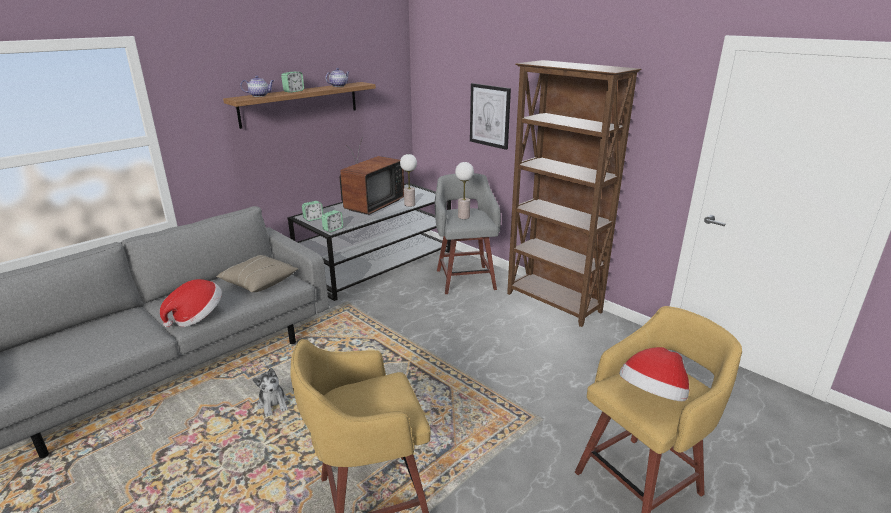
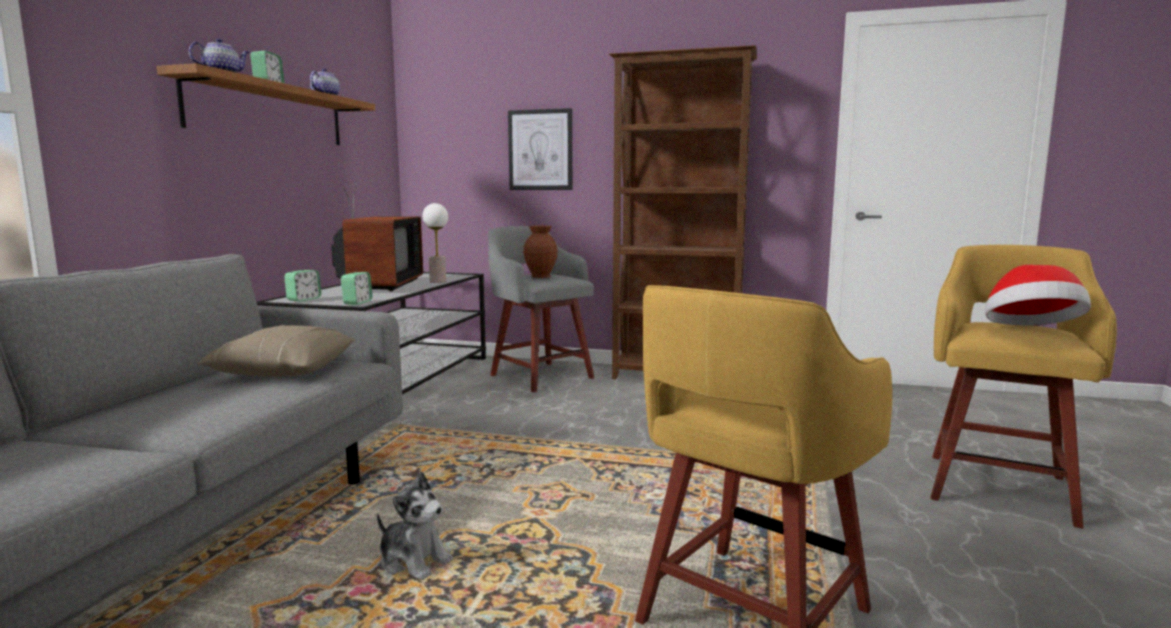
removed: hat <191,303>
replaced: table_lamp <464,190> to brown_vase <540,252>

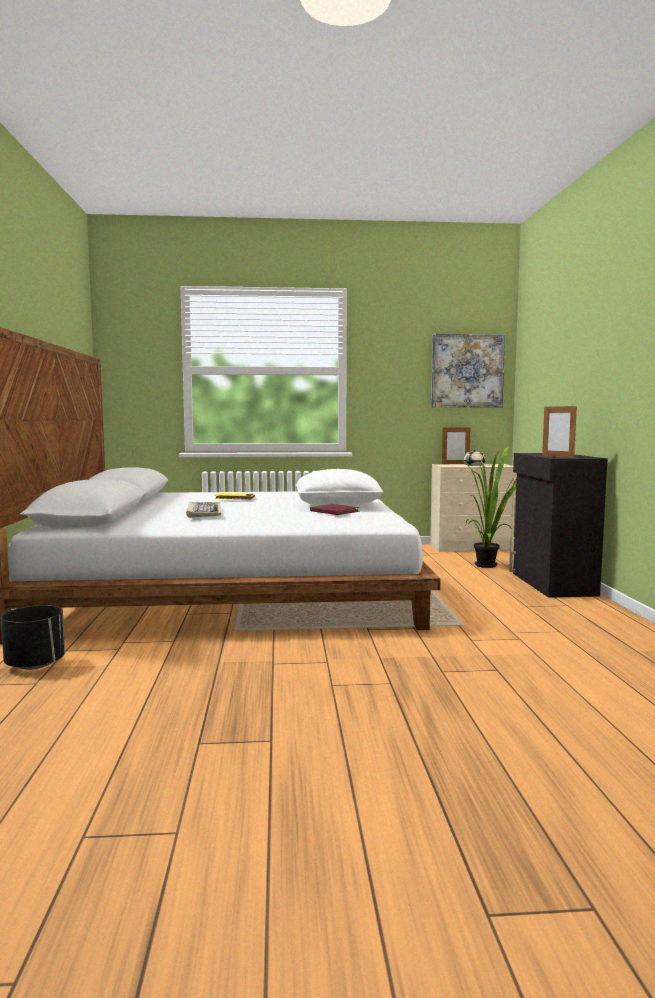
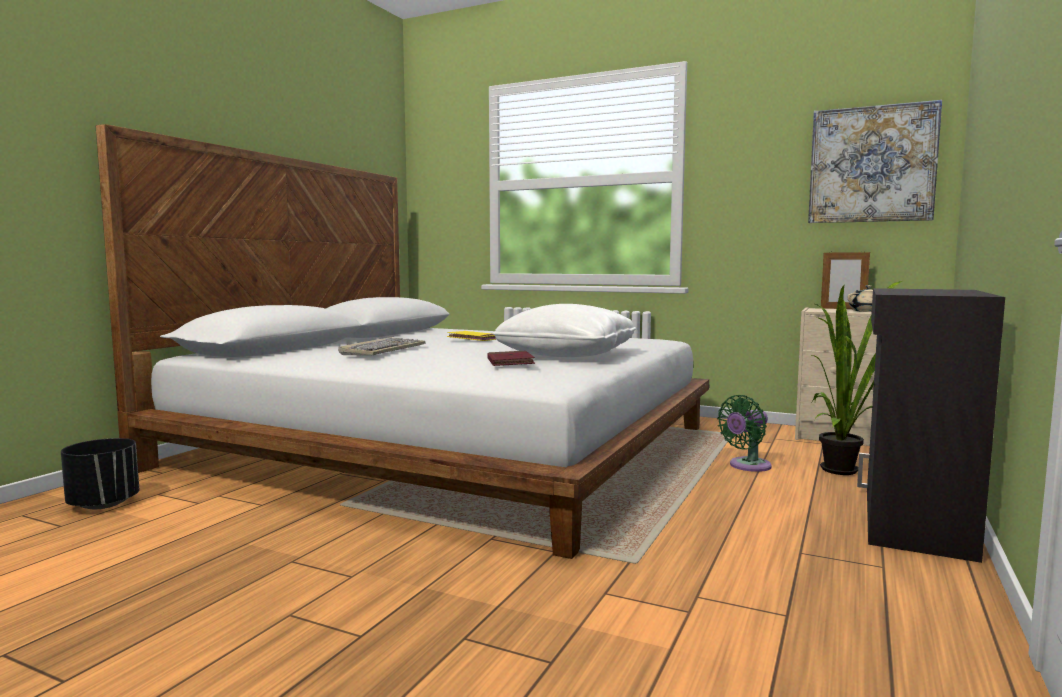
removed: picture_frame <559,432>
added: green_fan <744,433>

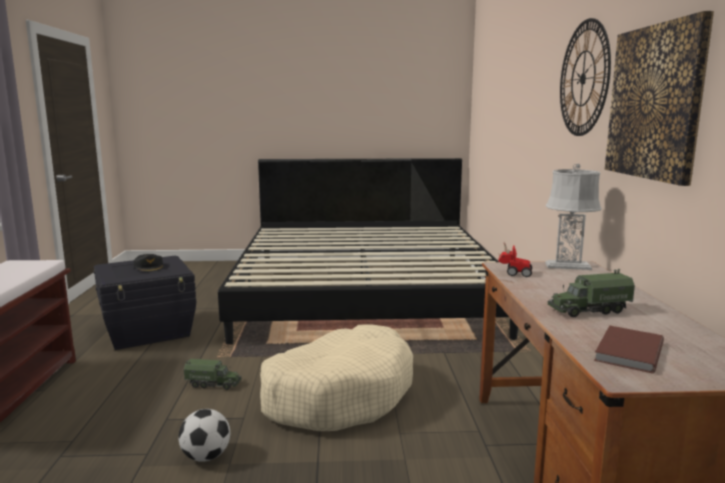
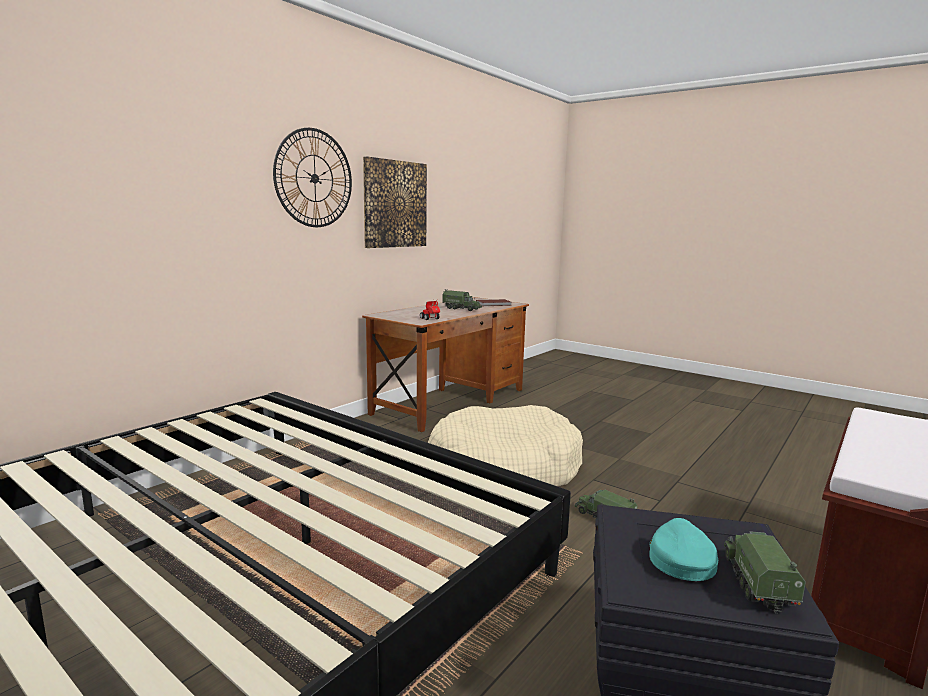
removed: football <204,435>; grey_table_lamp <573,217>
added: toy_truck <765,572>
recoloured: black_cap <149,263> to turquoise_cap <683,549>

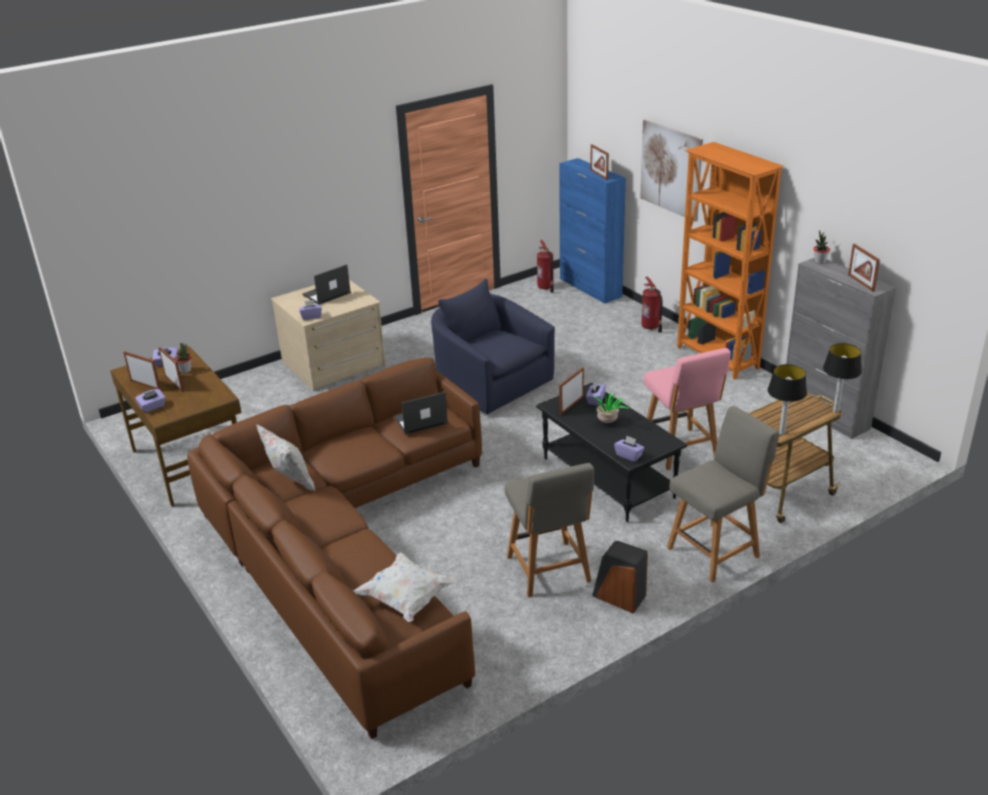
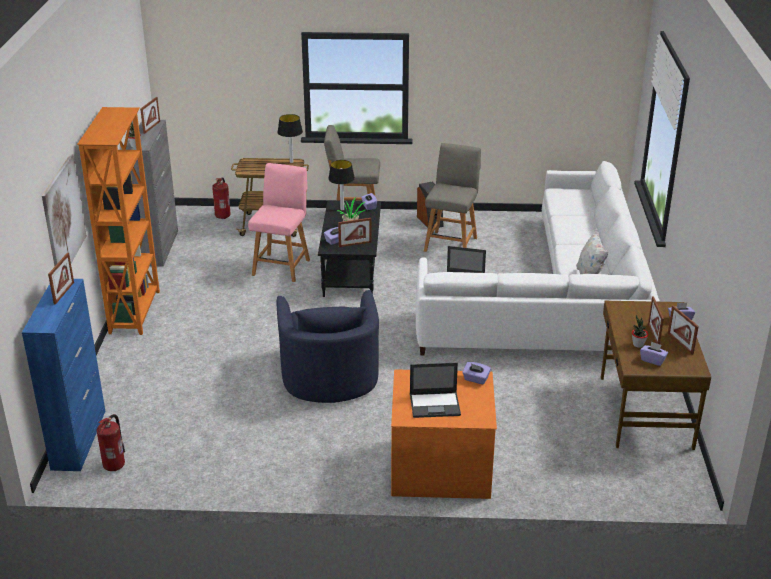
removed: white_pillow <404,587>
moved: fire_extinguisher <652,305> to <221,198>; table_lamp <842,378> to <341,185>
recoloured: brown_sofa <334,548> to white_sofa <538,258>; beige_dresser <328,335> to orange_dresser <444,434>

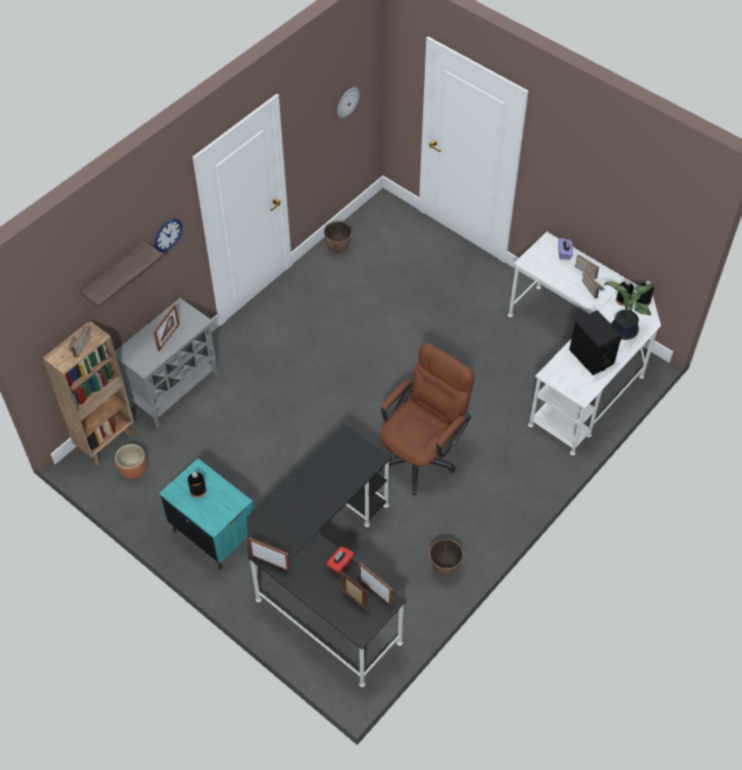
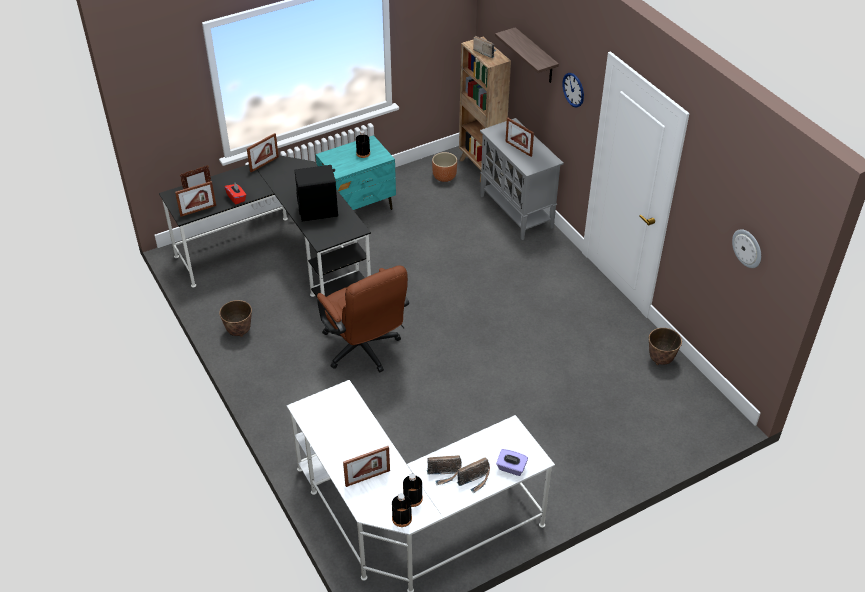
moved: black_speaker <595,342> to <316,193>
replaced: potted_plant <629,311> to picture_frame <366,466>

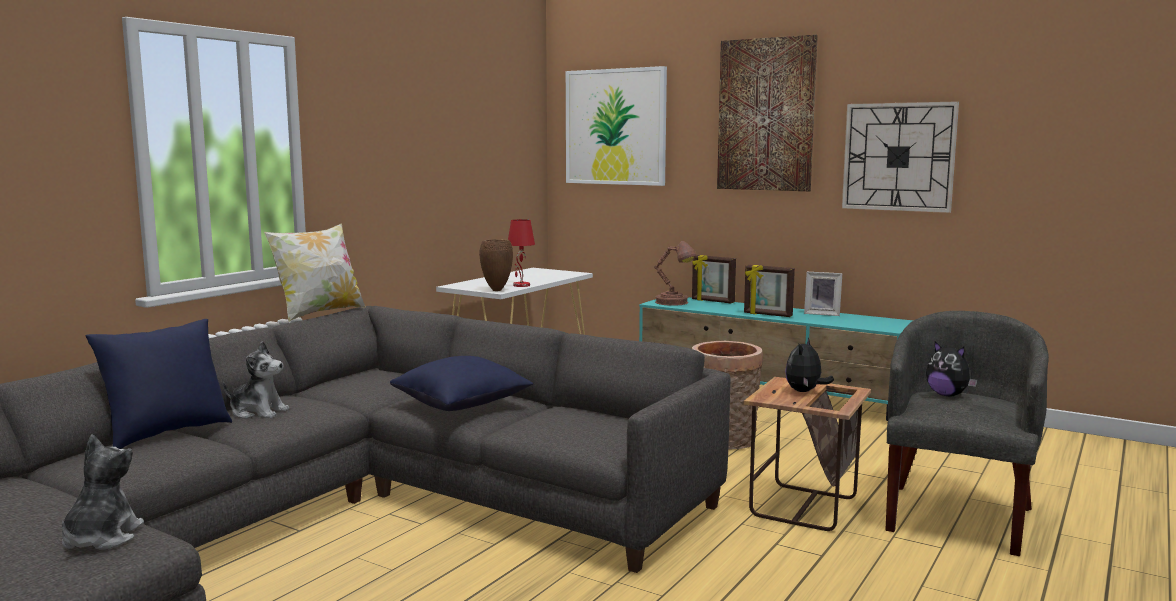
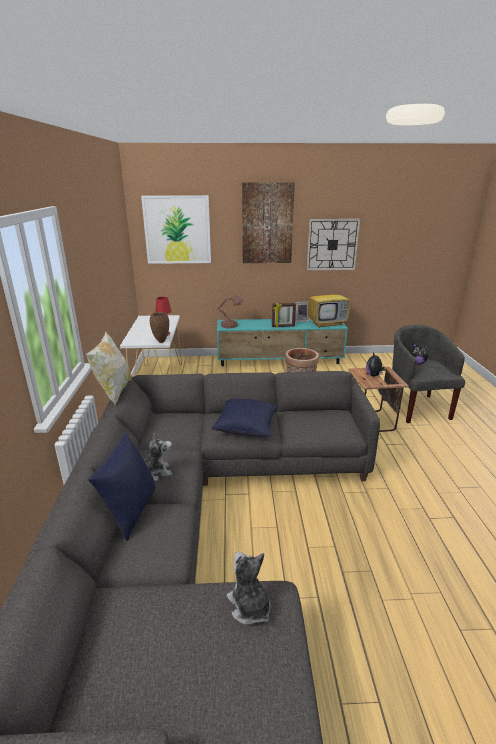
removed: picture_frame <714,279>
added: television <329,305>

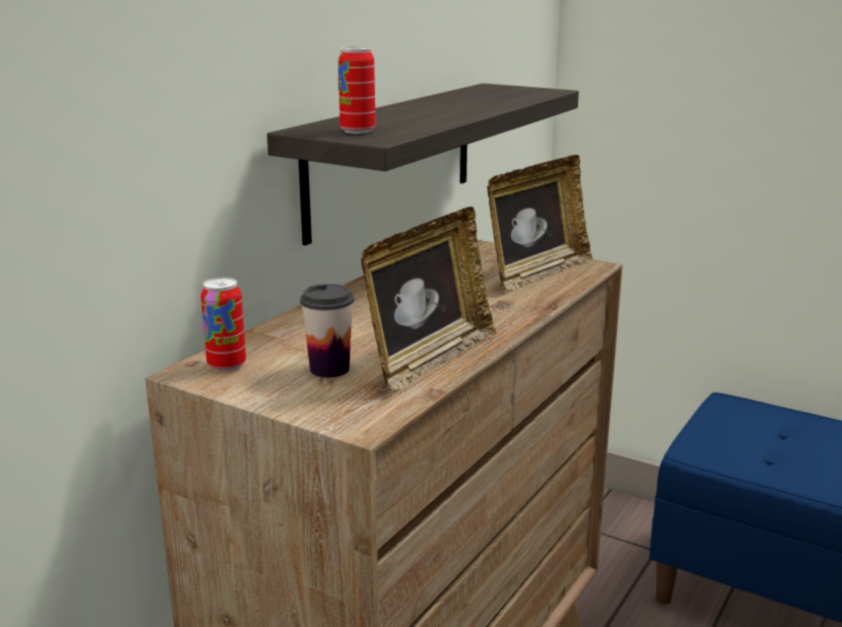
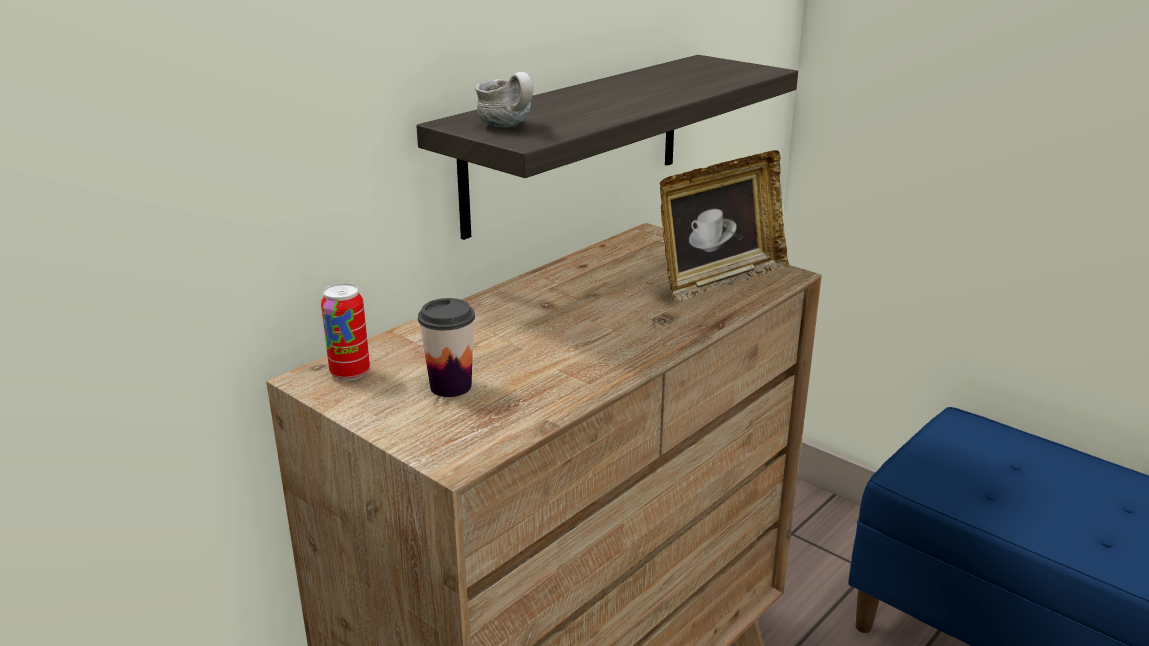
removed: picture_frame <428,299>
replaced: can <356,90> to mug <504,99>

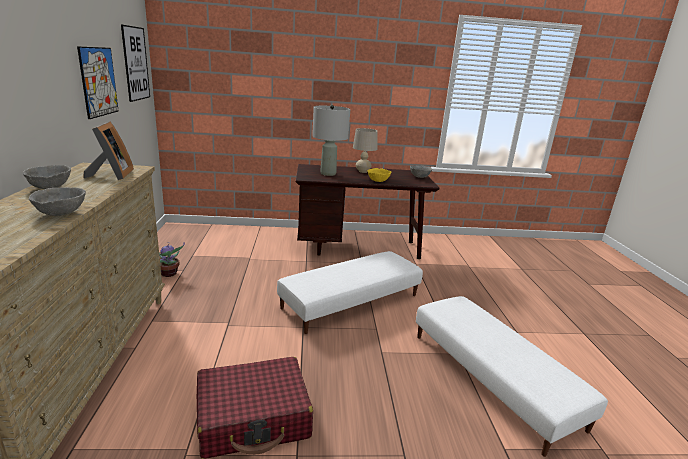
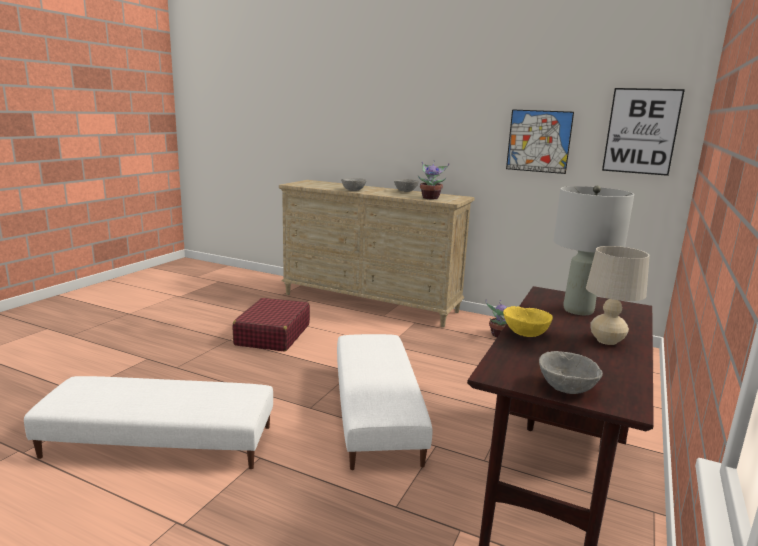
replaced: picture_frame <108,151> to potted_plant <433,180>

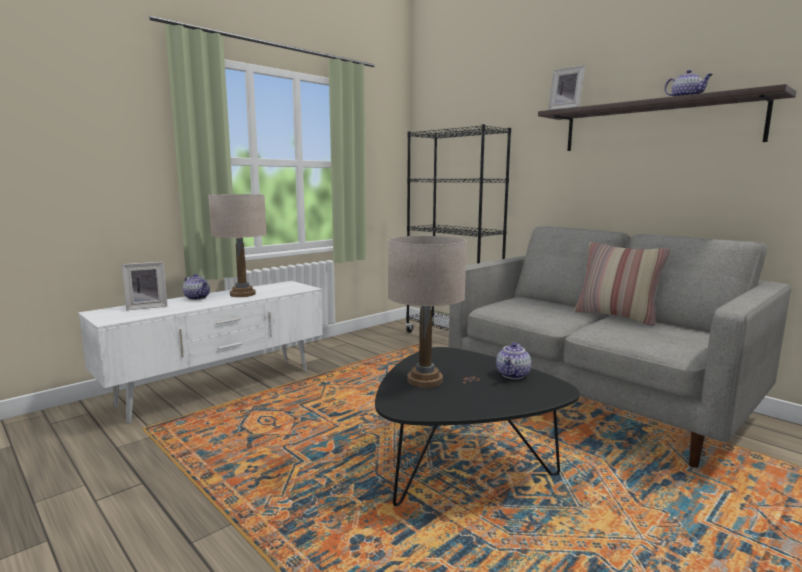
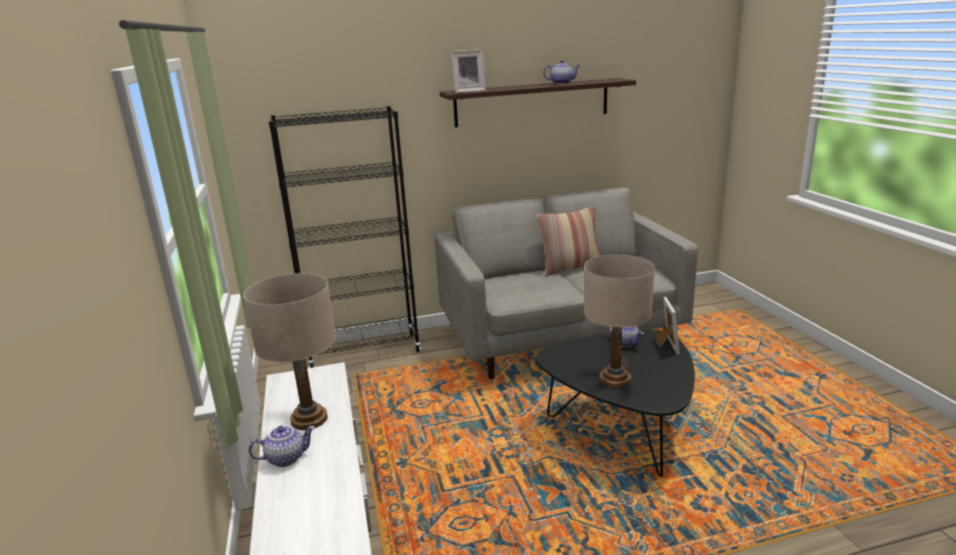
moved: picture_frame <145,286> to <668,326>

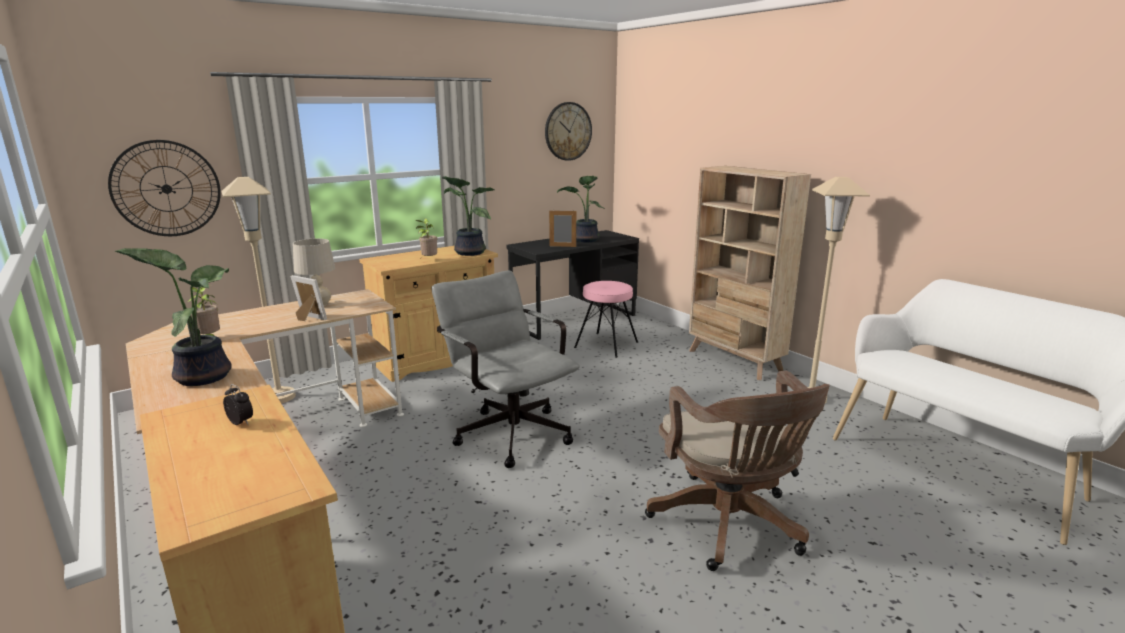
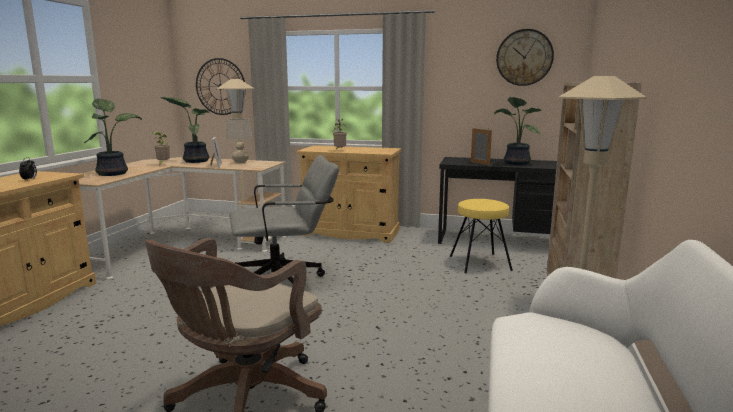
moved: potted_plant <468,216> to <185,130>
recoloured: pink_stool <606,319> to yellow_stool <481,236>
turned: grey_office_chair <506,369> = <284,219> 60 degrees clockwise

